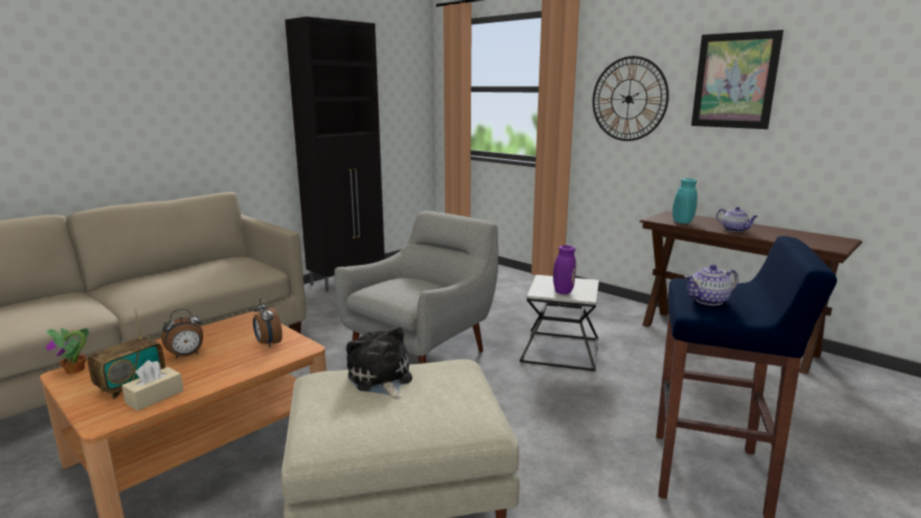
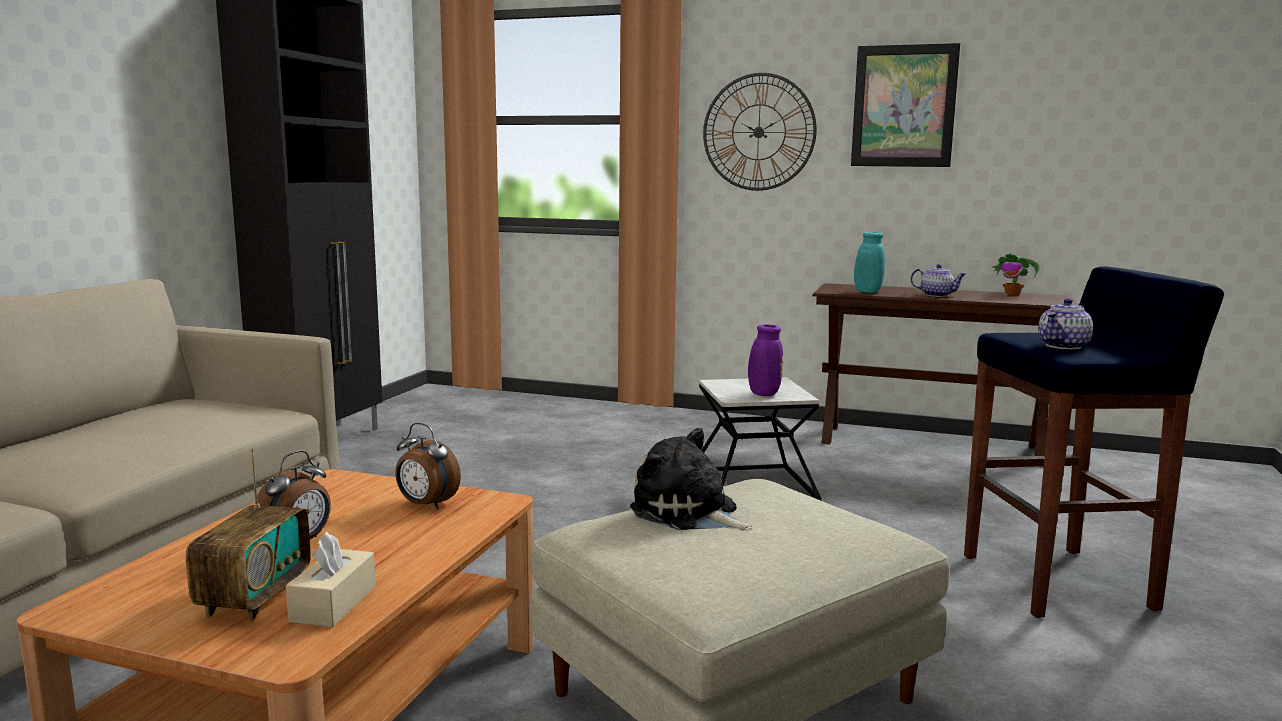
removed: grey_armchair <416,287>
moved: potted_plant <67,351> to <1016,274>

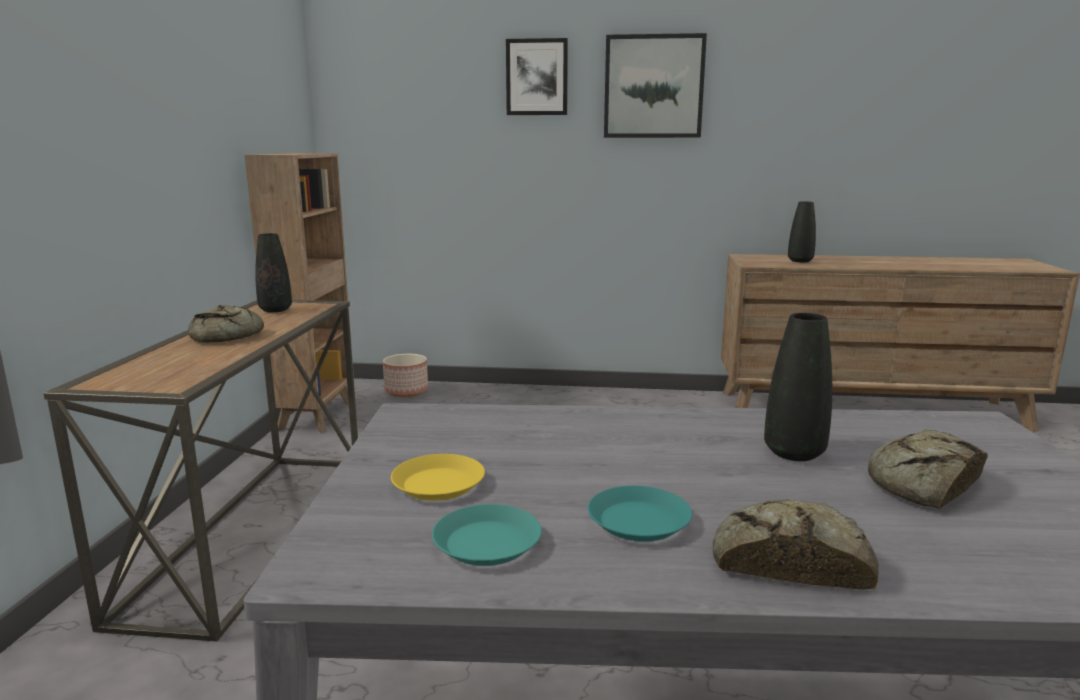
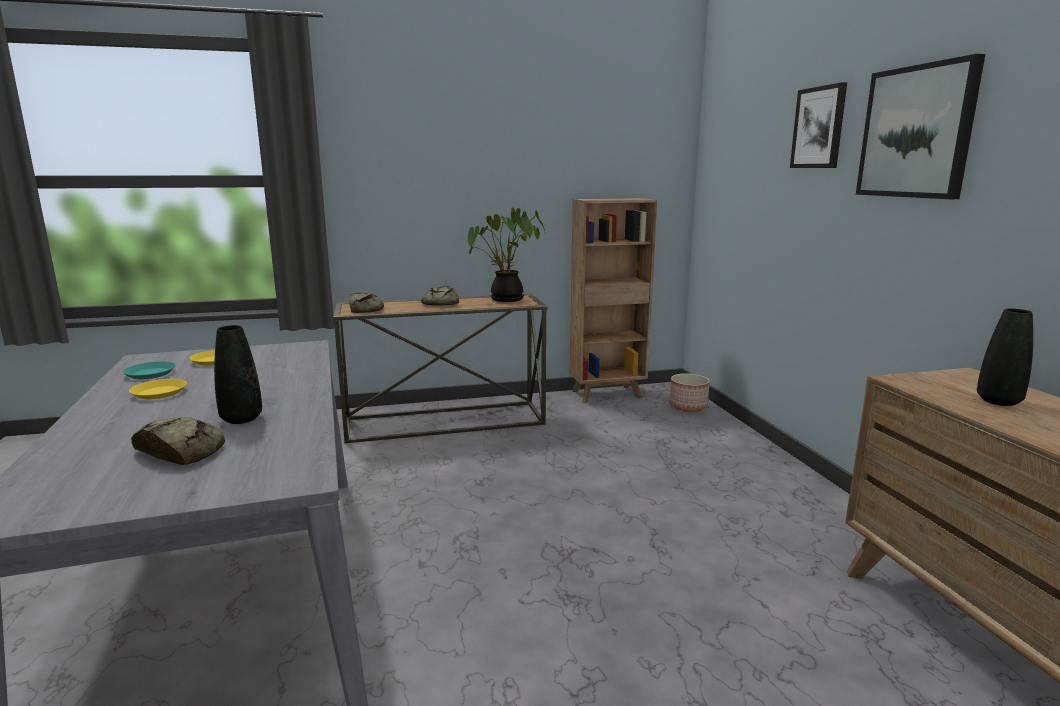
moved: bread <796,545> to <366,303>
replaced: black_vase <273,272> to potted_plant <506,255>
recoloured: turquoise_plate <640,514> to yellow_plate <158,389>

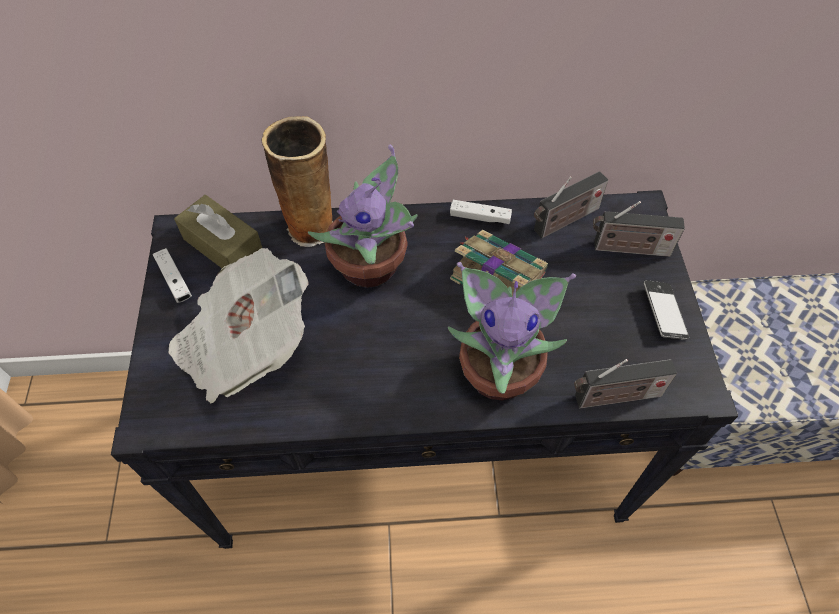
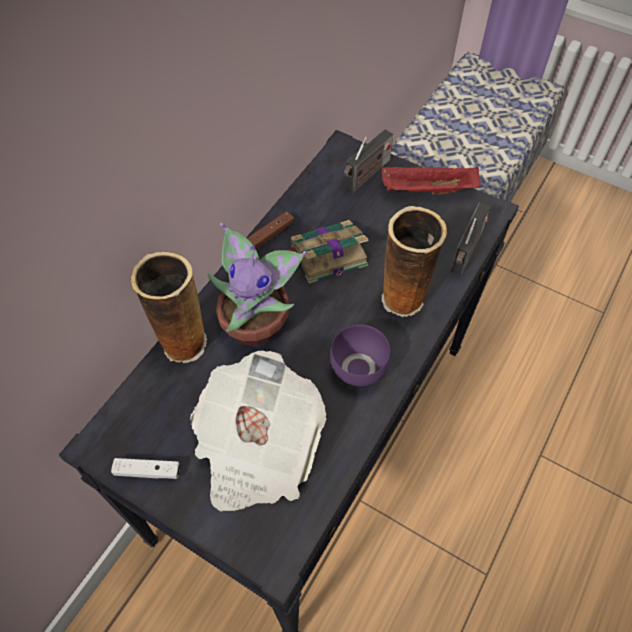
removed: brown_tissue_box <218,231>; radio <571,204>
added: purple_bowl <360,355>
replaced: potted_plant <512,331> to vase <414,261>; phone <666,310> to red_tray <431,181>
recoloured: white_game_controller <481,212> to brown_game_controller <271,230>

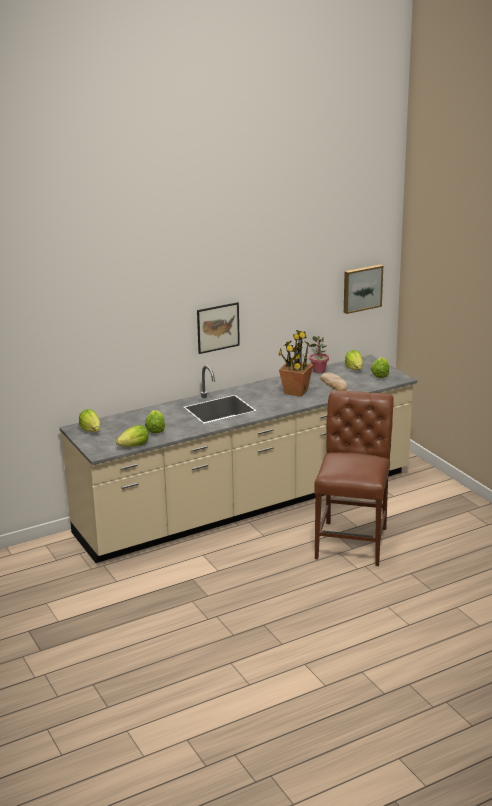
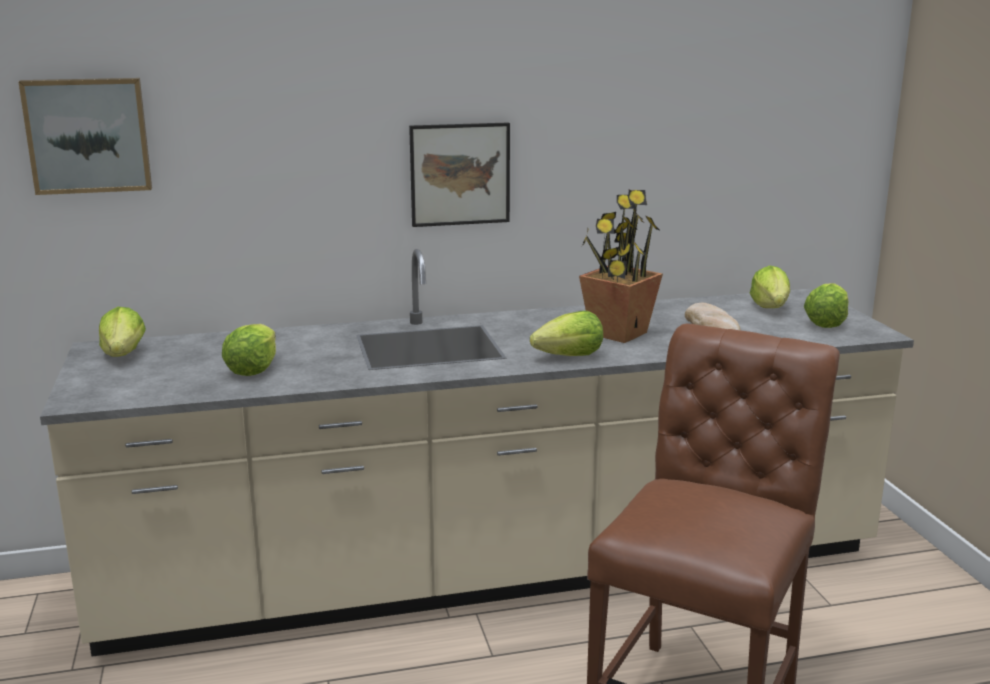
removed: potted_plant <319,354>
moved: lettuce <132,436> to <566,333>; picture <363,289> to <85,136>

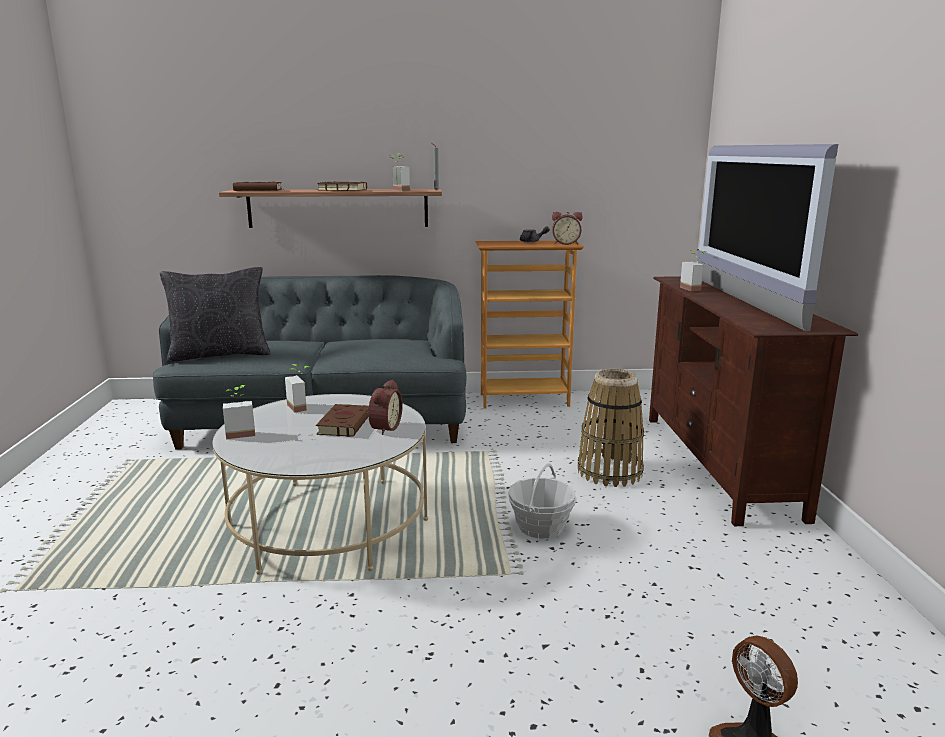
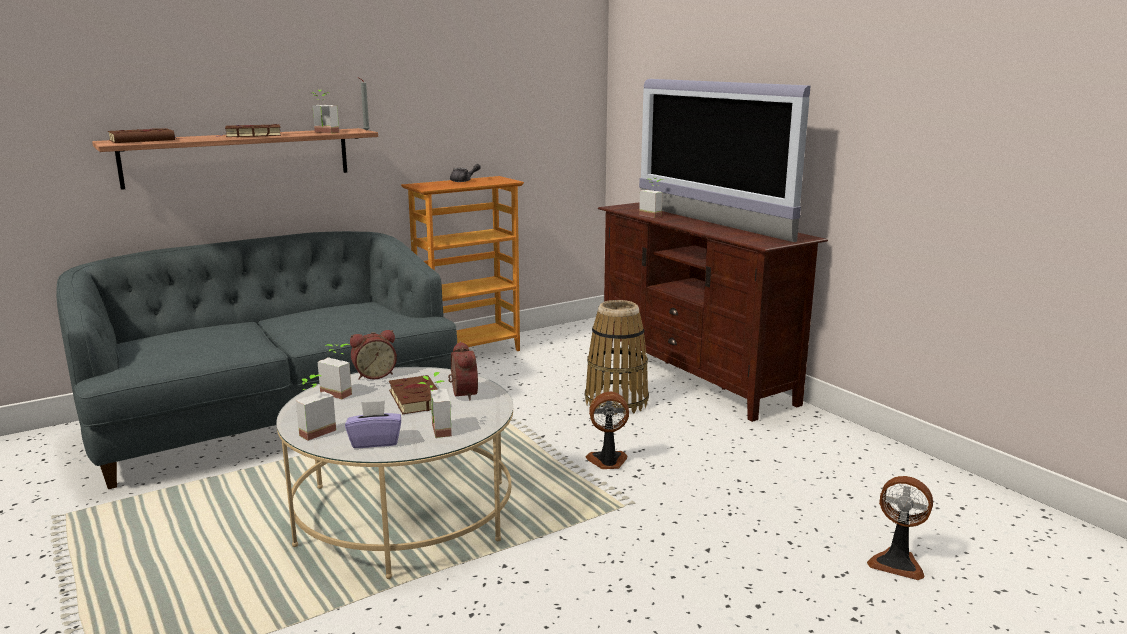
removed: black_pillow <215,314>
added: purple_tissue_box <373,424>; potted_plant <435,405>
moved: alarm_clock <567,228> to <373,355>
replaced: basket <542,500> to fan <607,430>

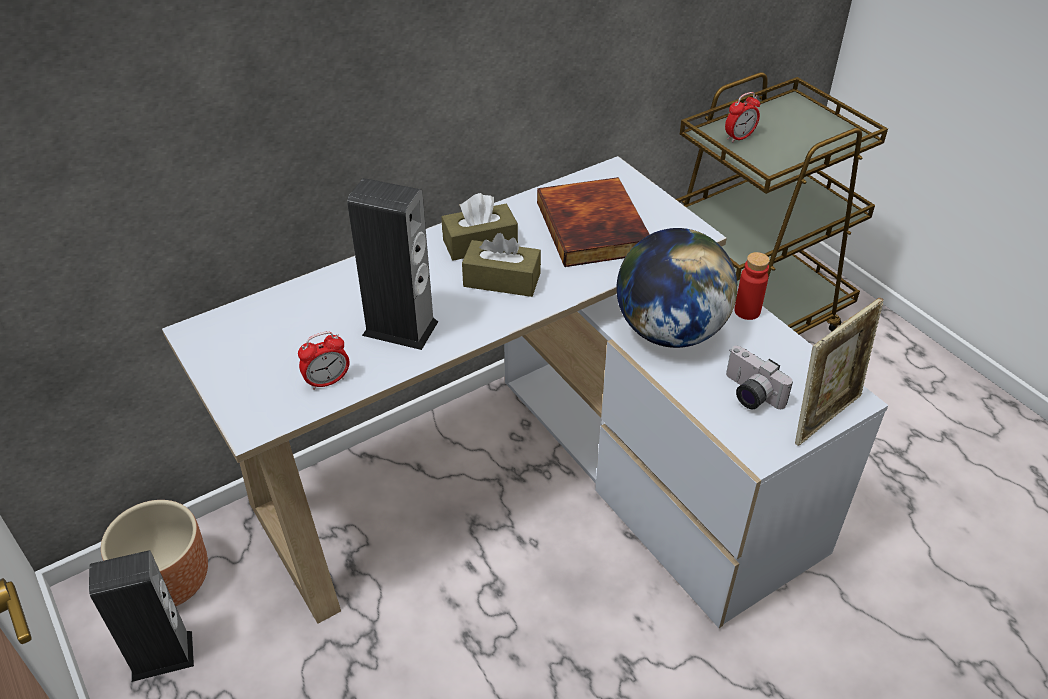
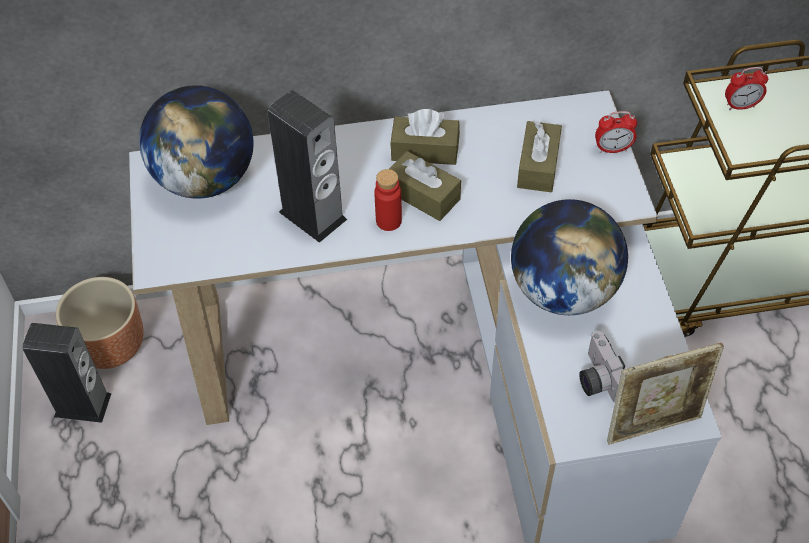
added: globe <196,142>
moved: alarm_clock <323,361> to <616,132>; red_bottle <752,286> to <388,200>
replaced: book <593,222> to brown_tissue_box <539,156>

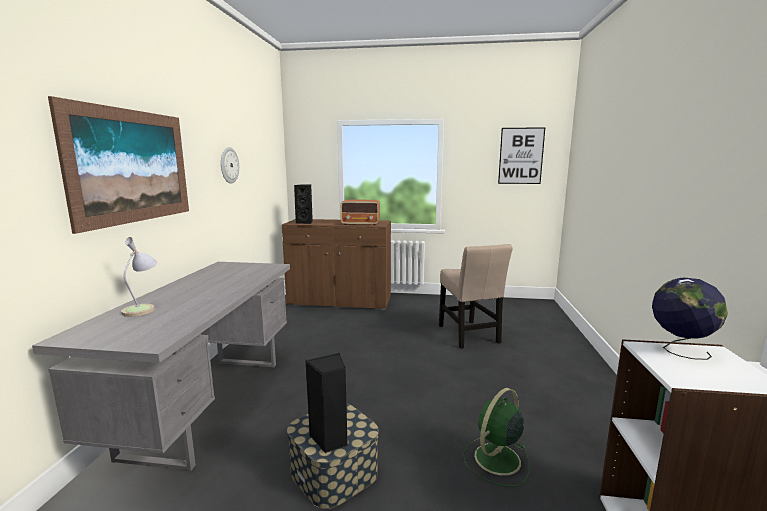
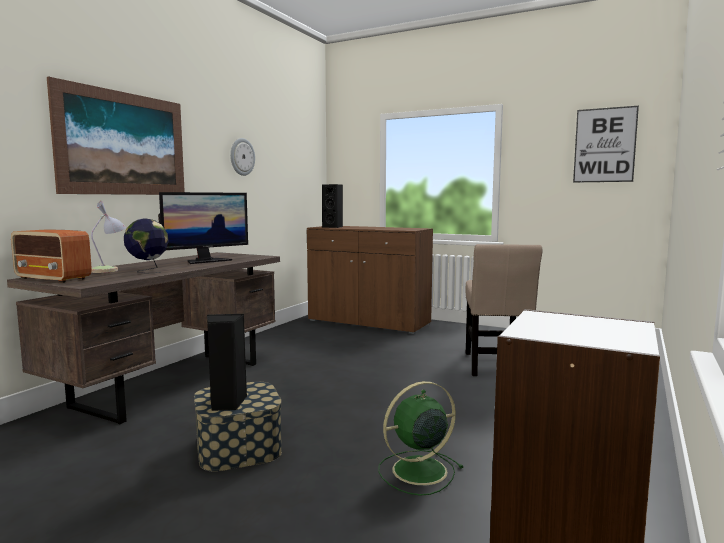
added: monitor <203,228>
moved: radio <360,212> to <51,256>; globe <690,319> to <146,246>
recoloured: grey_desk <161,366> to brown_desk <143,338>

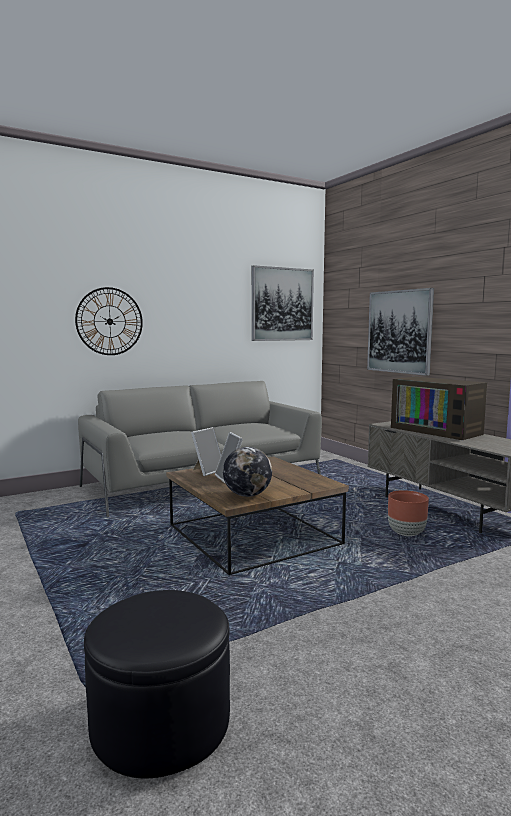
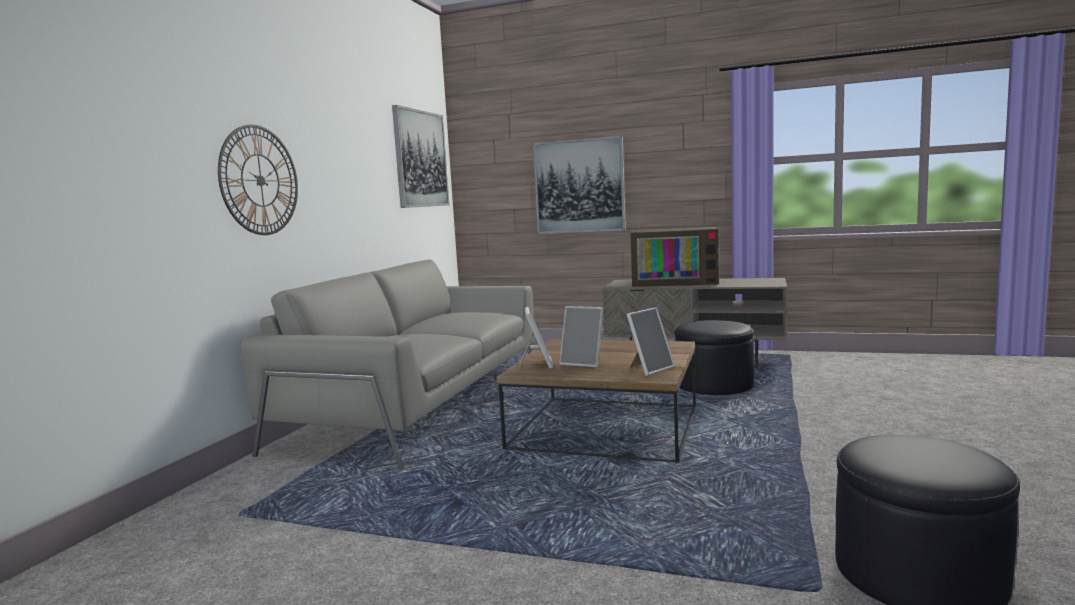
replaced: globe <247,472> to picture_frame <651,341>; brown_planter <408,513> to black_ottoman <714,357>

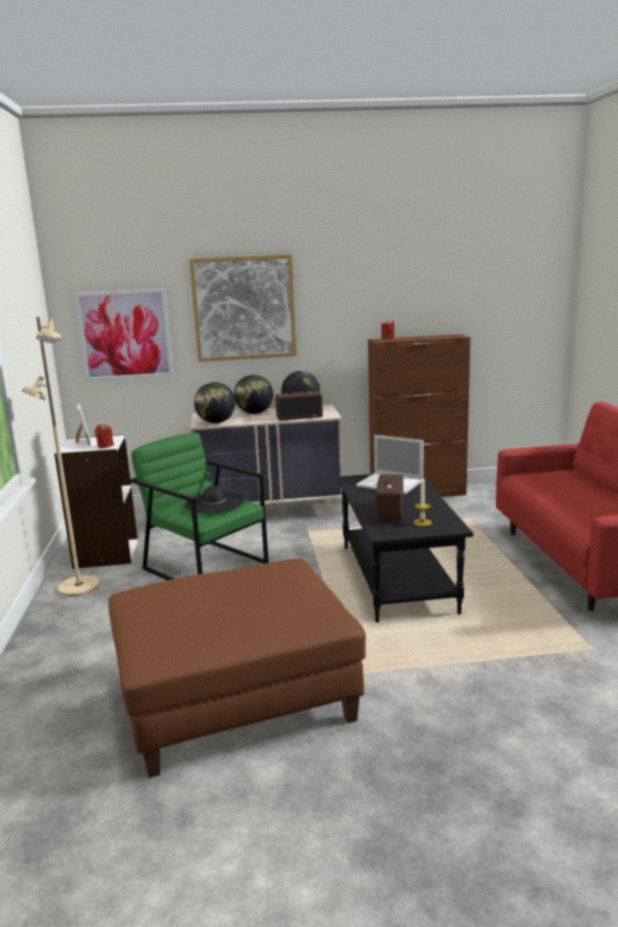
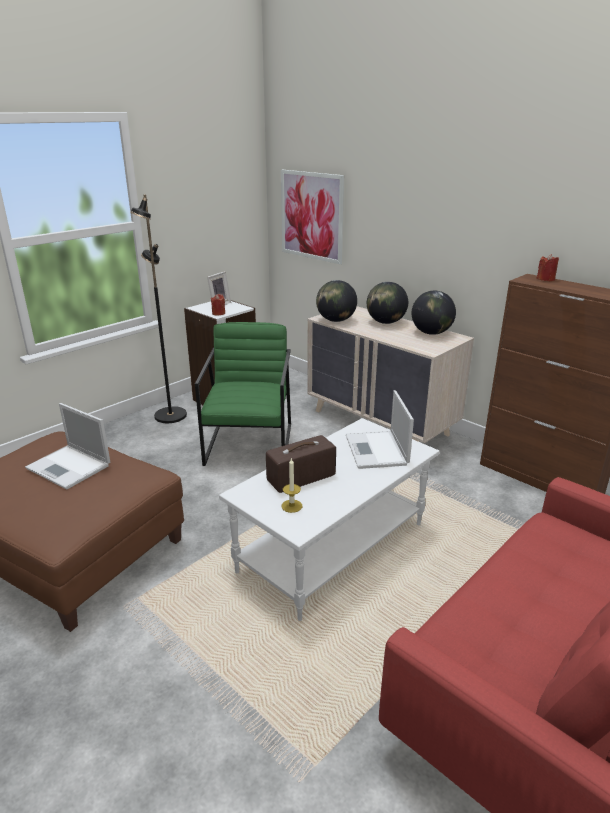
removed: black_hat <214,499>; picture <243,308>; radio <299,406>
added: laptop <67,446>
recoloured: beige_floor_lamp <61,457> to black_floor_lamp <158,308>; black_coffee_table <405,548> to white_coffee_table <329,519>

